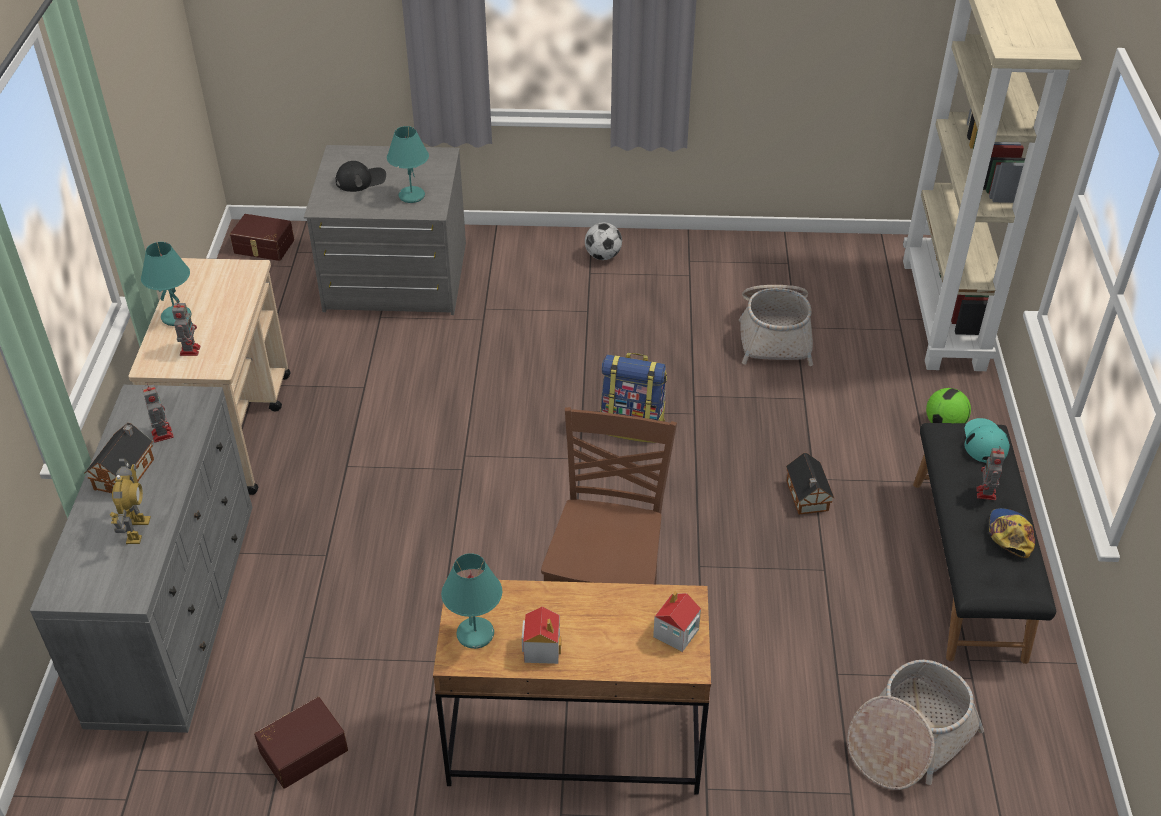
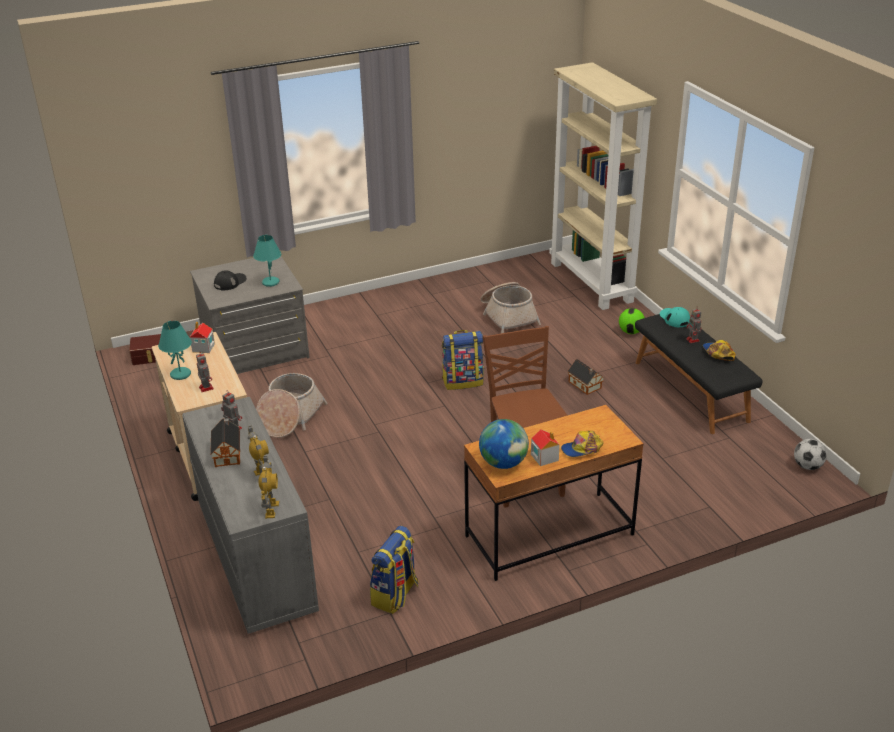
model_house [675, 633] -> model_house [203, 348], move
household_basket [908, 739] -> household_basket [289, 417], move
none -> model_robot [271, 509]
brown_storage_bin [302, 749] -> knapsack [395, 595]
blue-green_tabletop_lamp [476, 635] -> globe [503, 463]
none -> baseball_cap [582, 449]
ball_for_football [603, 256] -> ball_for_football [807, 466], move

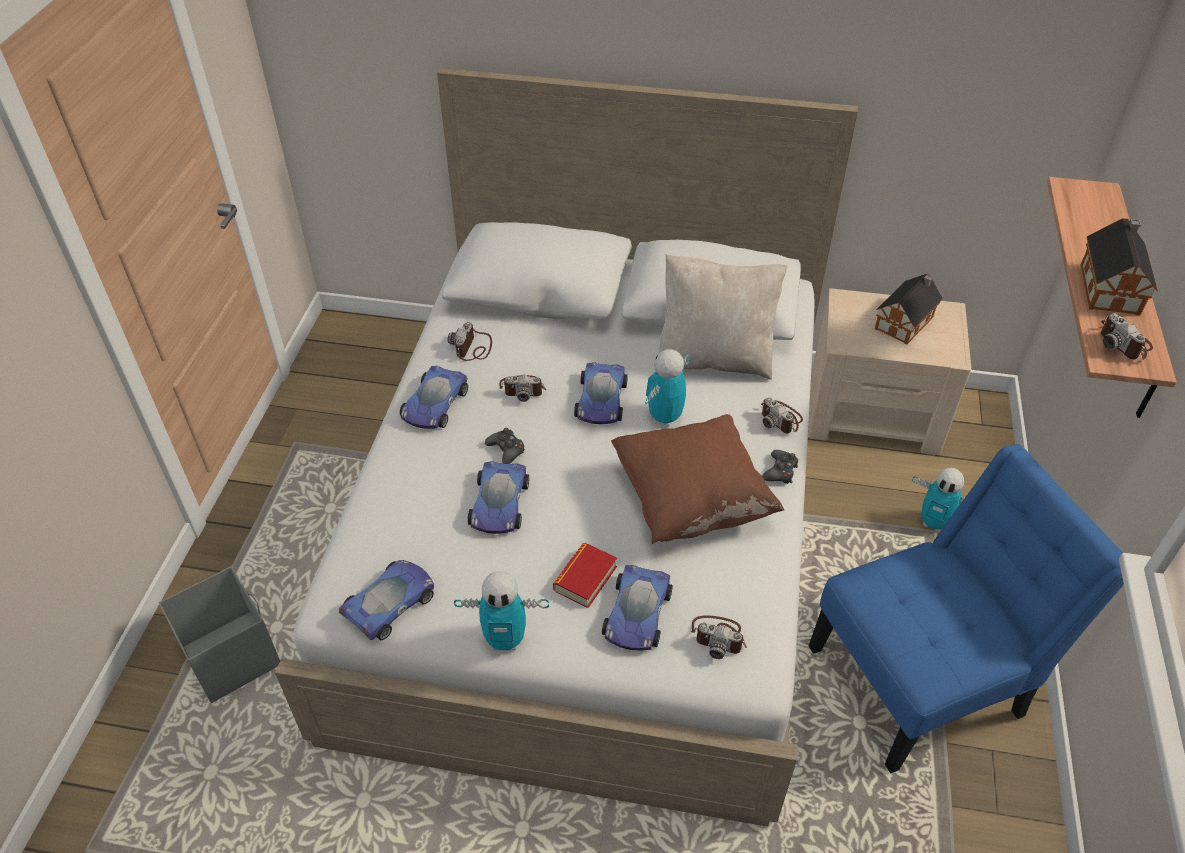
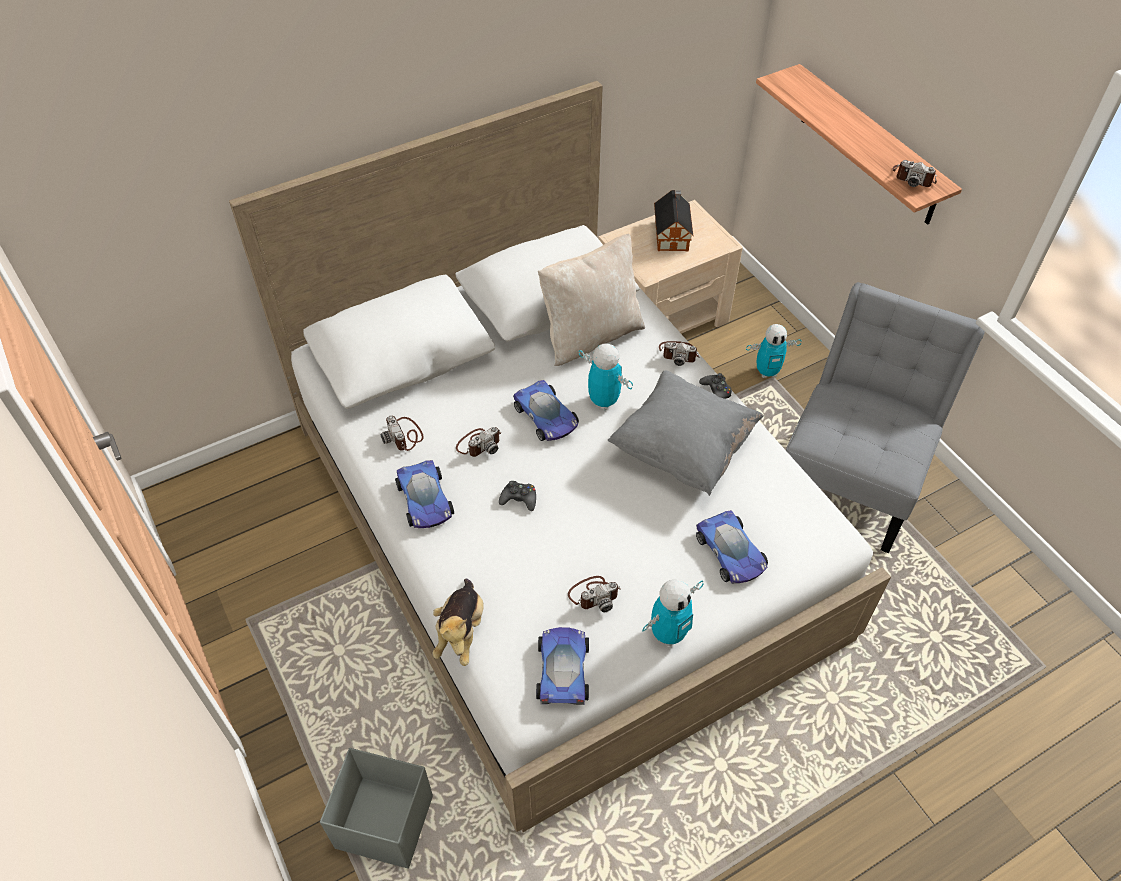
none -> cuddly_toy [461, 632]
photo_camera [719, 636] -> photo_camera [594, 594], move
model_robot [664, 417] -> model_robot [603, 401], 135 degrees clockwise
brown_cushion [691, 500] -> gray_cushion [682, 450]
bluish_upright_chair [925, 676] -> gray_upright_chair [851, 478]
toy_car [499, 504] -> none
book [585, 578] -> none
model_house [1110, 287] -> none

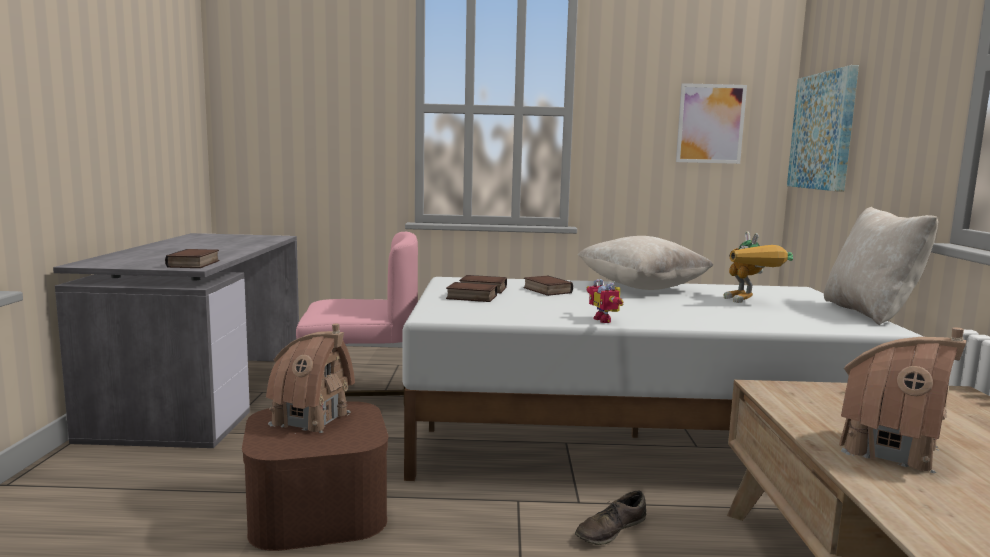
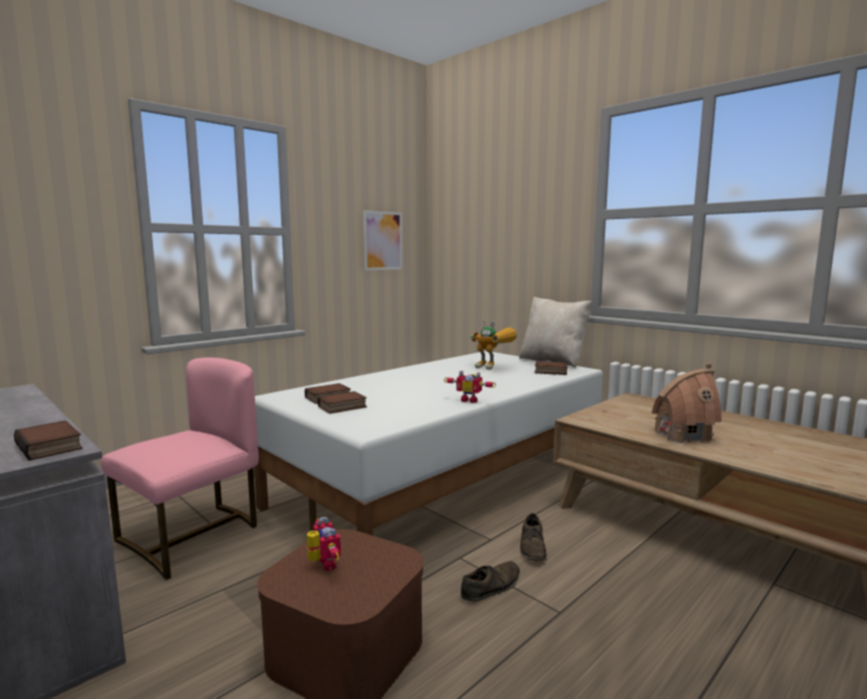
model_house [311, 419] -> model_robot [323, 565]
none -> brown_shoe [491, 587]
book [546, 290] -> book [550, 372], move
beige_cushion [641, 288] -> none
wall_art [823, 131] -> none

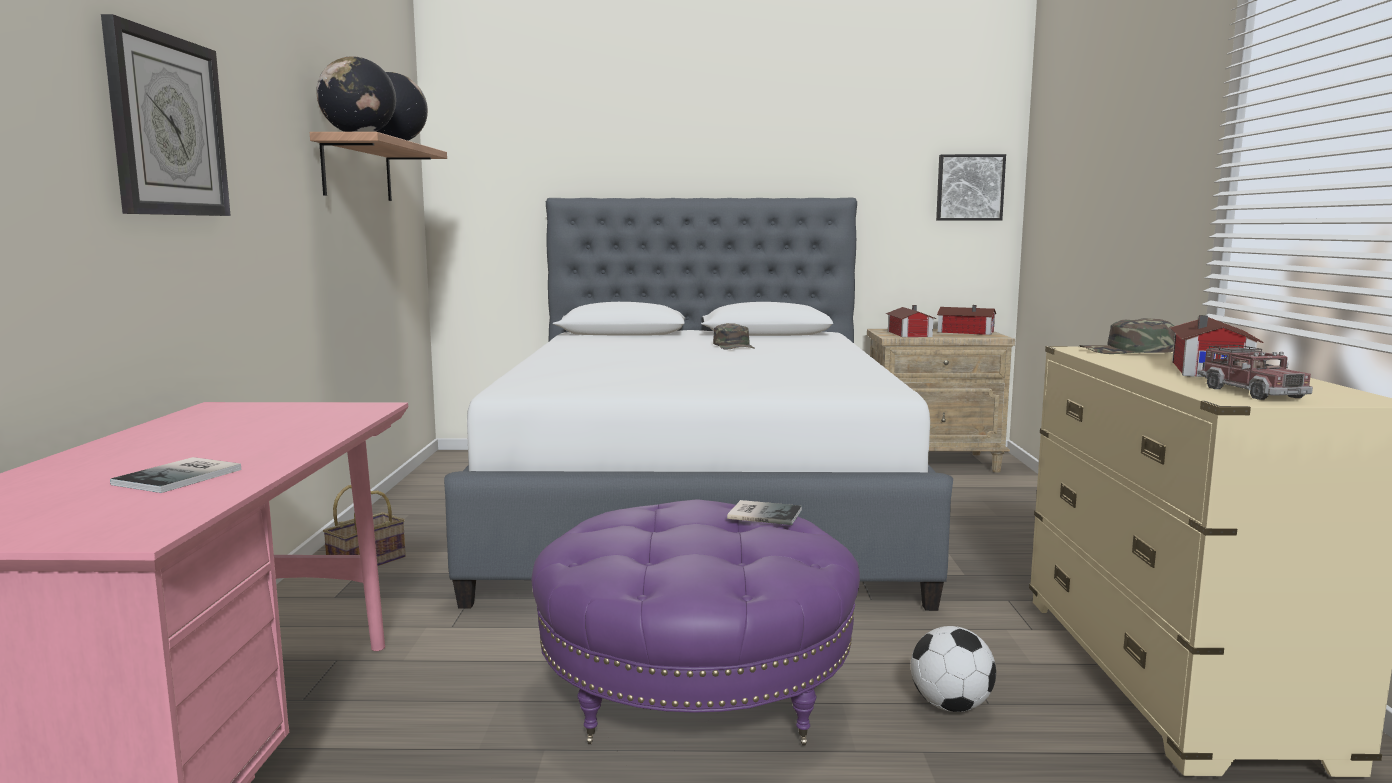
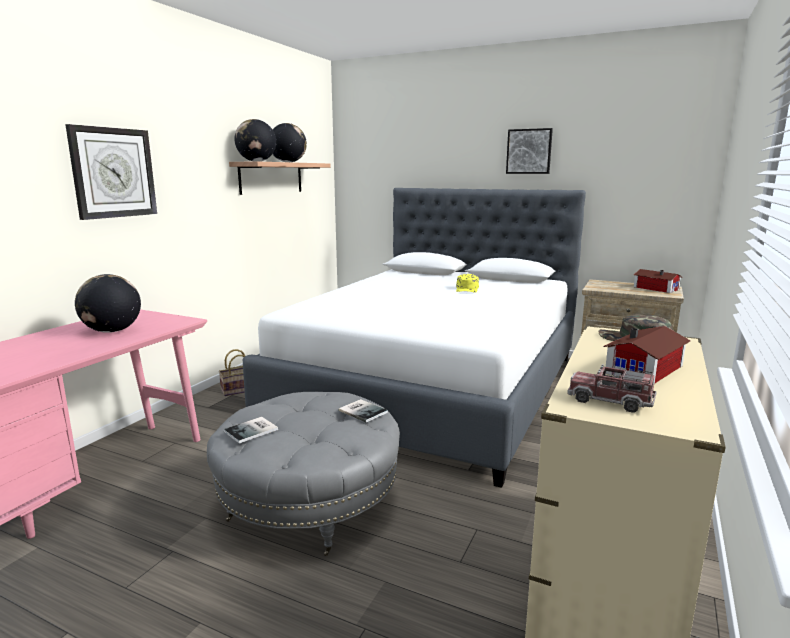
none -> globe [112, 331]
purplish_footrest [696, 689] -> gray_footrest [309, 504]
book [182, 476] -> book [253, 430], move
greenish_baseball_cap [734, 346] -> yellow_baseball_cap [467, 289]
wall_art [969, 187] -> wall_art [529, 151], move
model_truck [1251, 392] -> model_truck [610, 401], 105 degrees clockwise
model_house [908, 334] -> none
ball_for_football [950, 706] -> none

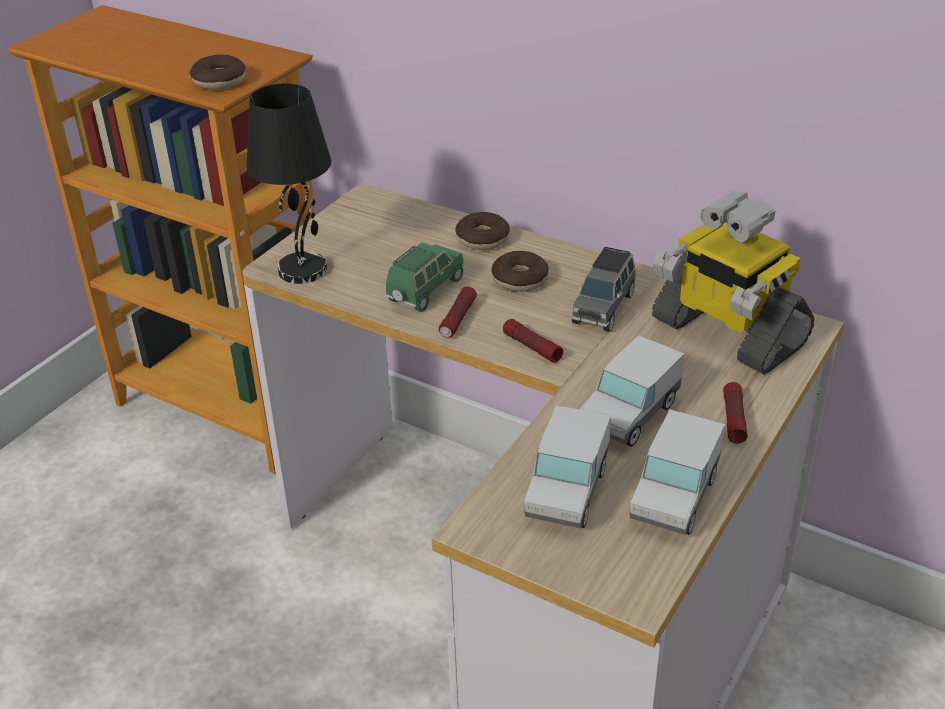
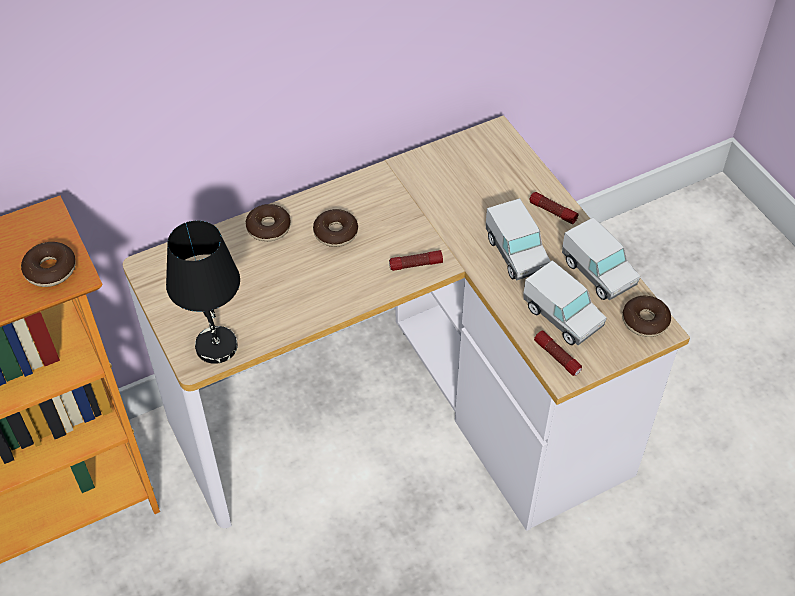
torch [458, 319] -> torch [557, 357], move
none -> donut [645, 321]
greenish_toy_car [425, 291] -> none
gray_toy_car [603, 308] -> none
model_robot [726, 333] -> none

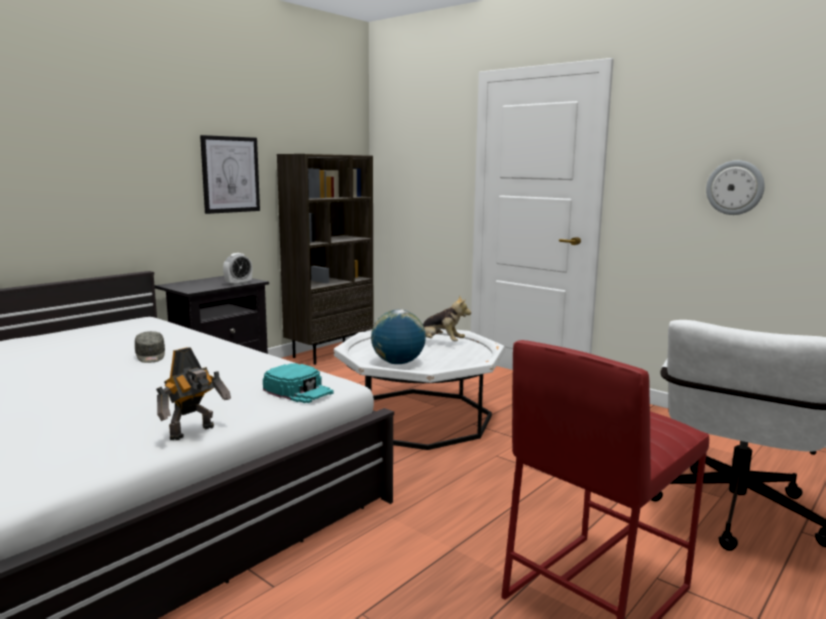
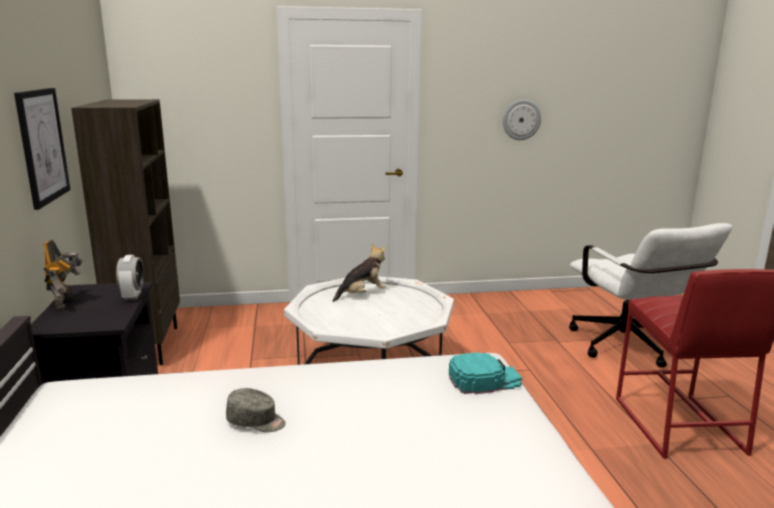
model_robot [194, 432] -> model_robot [67, 302], move
globe [398, 363] -> none

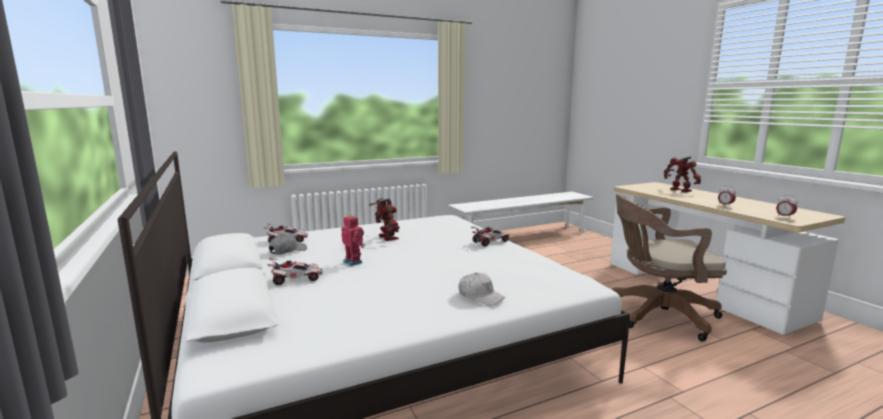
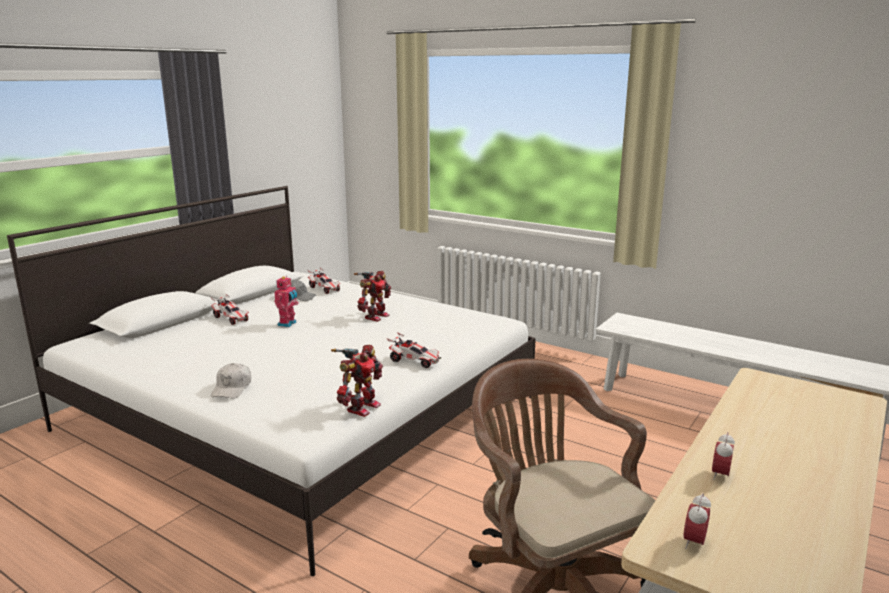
model_robot [680, 190] -> model_robot [361, 407], move

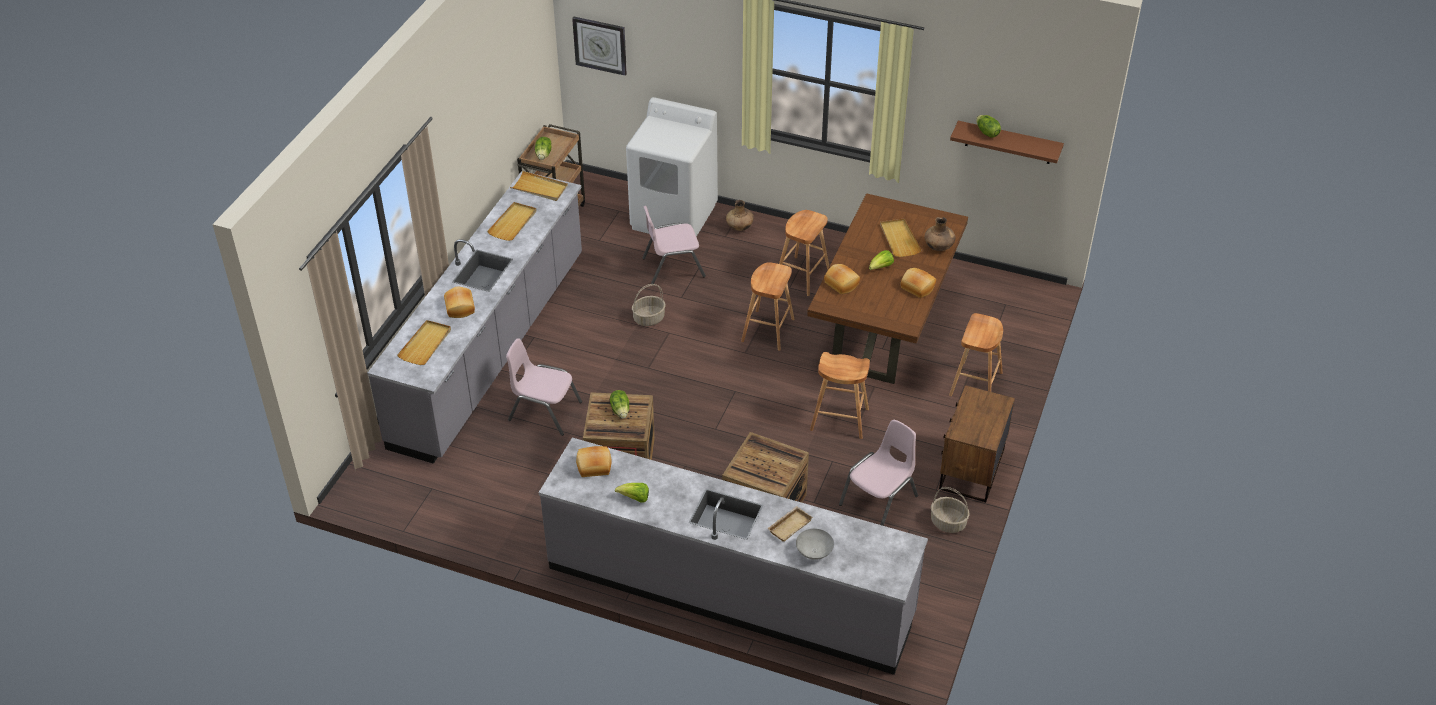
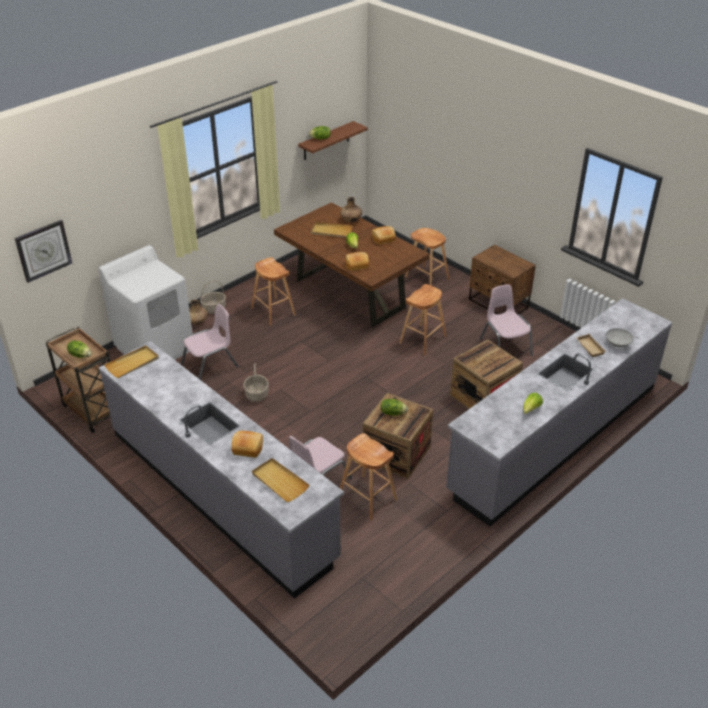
pinkish_upright_chair [673, 267] -> pinkish_upright_chair [210, 366], 135 degrees counterclockwise
household_basket [948, 522] -> household_basket [214, 308], move
brown_stool_seat [768, 330] -> brown_stool_seat [367, 497], move
beige_carrying_tray [513, 223] -> none
baked_bread [594, 467] -> none

